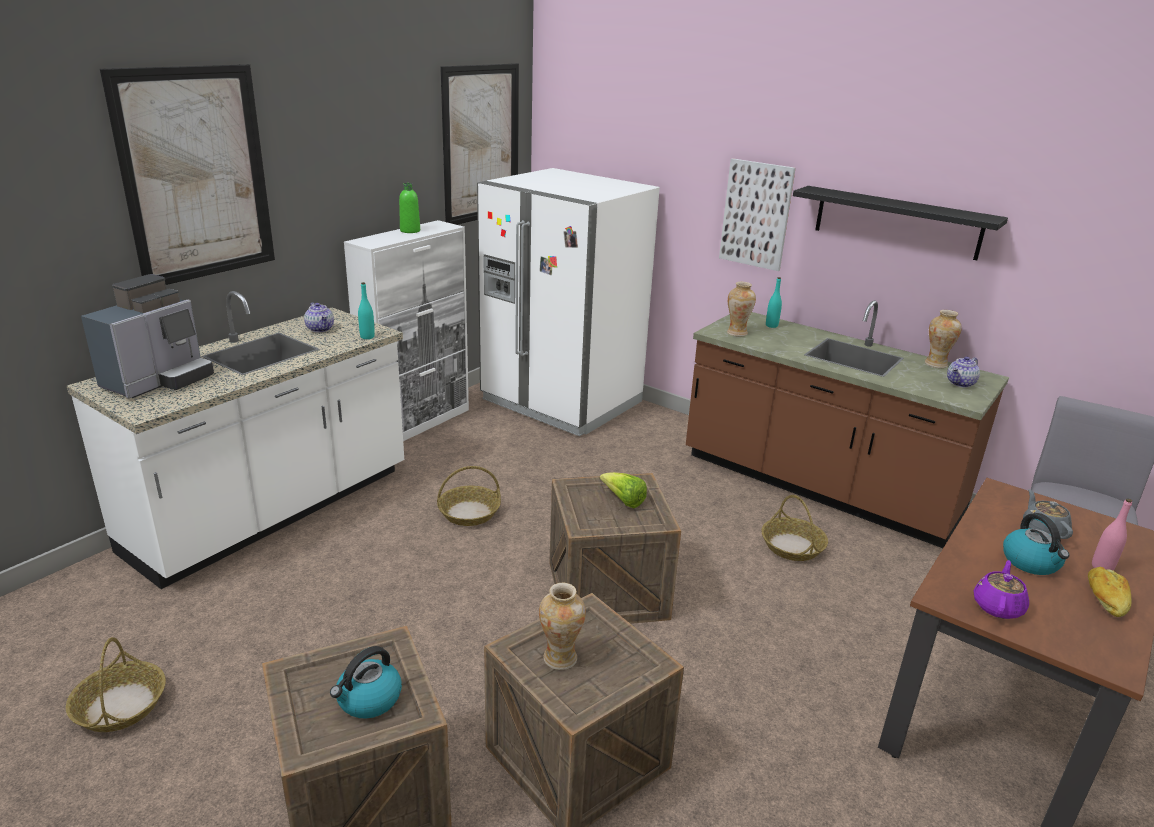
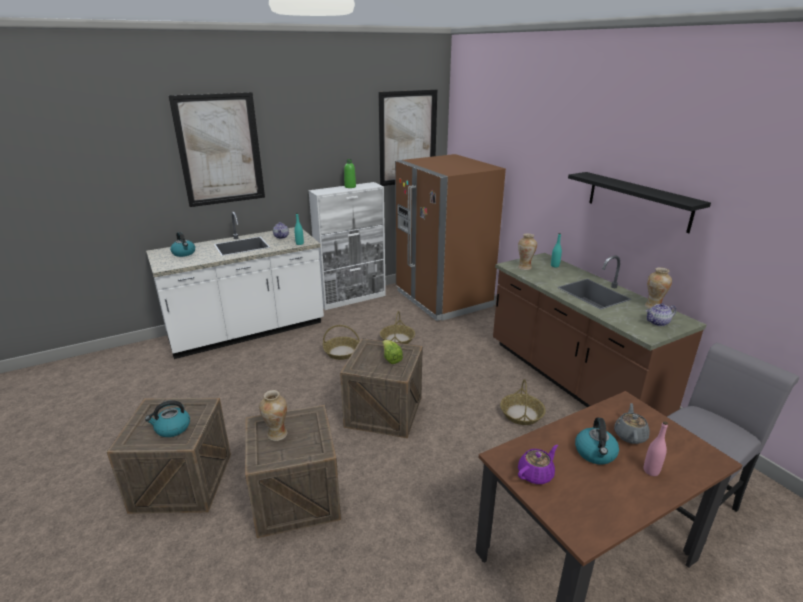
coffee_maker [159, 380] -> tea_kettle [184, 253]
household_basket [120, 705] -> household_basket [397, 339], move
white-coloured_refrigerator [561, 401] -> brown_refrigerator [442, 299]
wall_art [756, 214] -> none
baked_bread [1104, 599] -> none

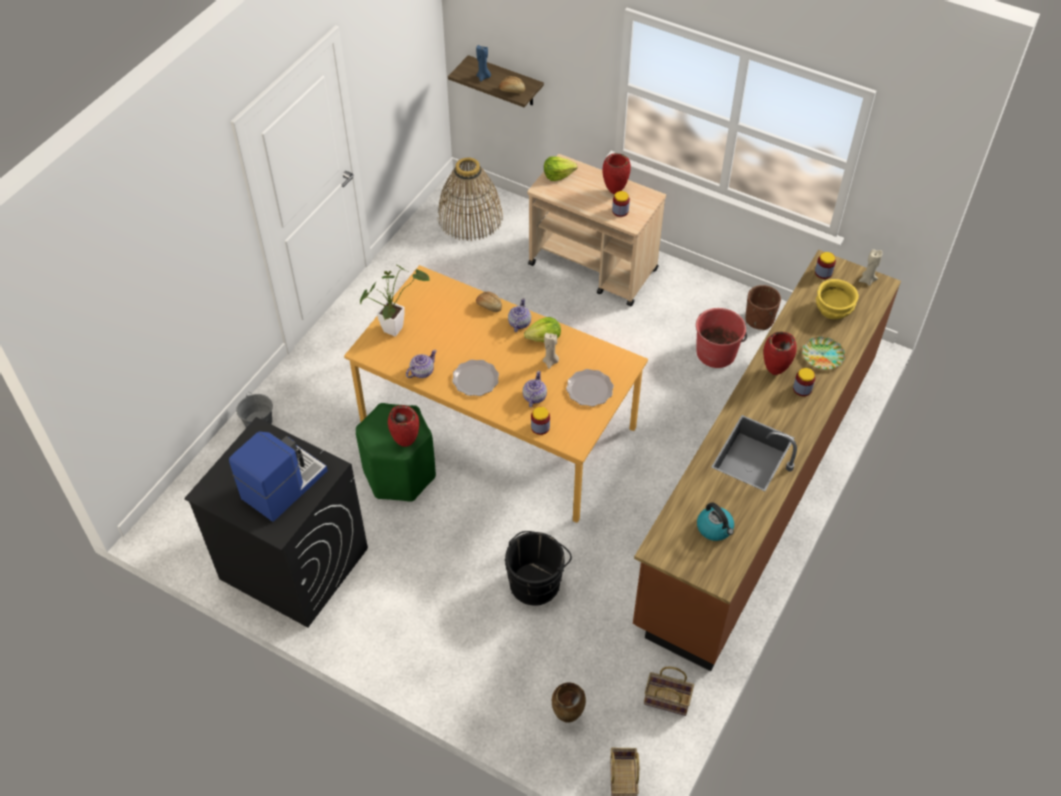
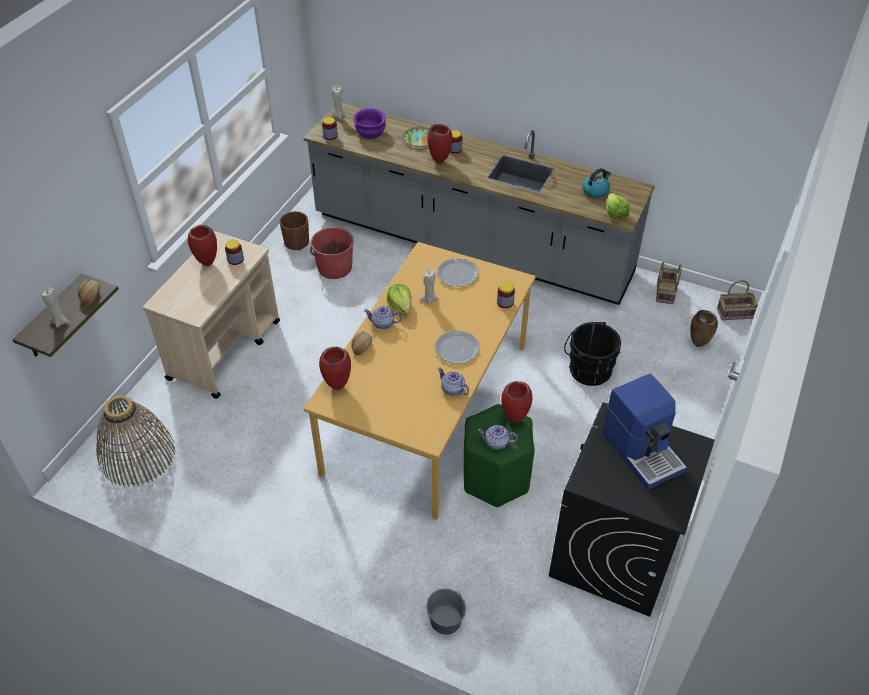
bluish_wax_candle [483, 77] -> beige_wax_candle [60, 322]
brown_kitchen_counter [758, 487] -> gray_kitchen_counter [471, 246]
none -> red-coloured_vase [337, 386]
yellow_deep_dish [834, 309] -> purplish_deep_dish [370, 132]
tea_pot [534, 397] -> tea_pot [497, 443], move
coffee_maker [283, 484] -> coffee_maker [643, 451], 150 degrees counterclockwise
head_of_lettuce [558, 174] -> head_of_lettuce [615, 214], move
houseplant [395, 326] -> none

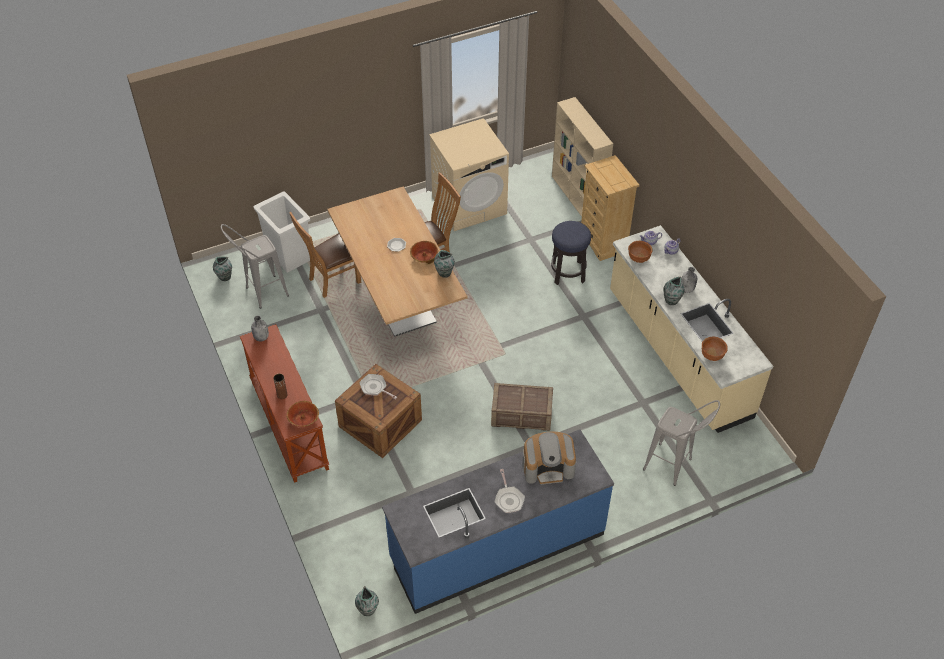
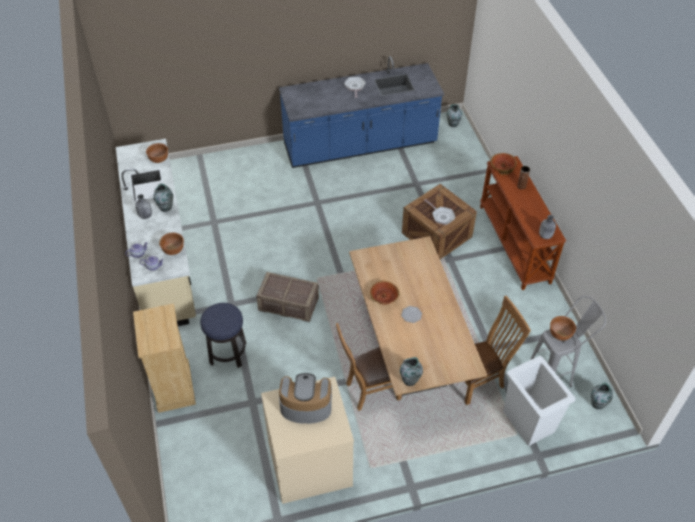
shipping_crate [521, 415] -> shipping_crate [289, 304], move
coffee_maker [548, 467] -> coffee_maker [305, 406], move
vase [444, 273] -> vase [410, 380], move
none -> brown_deep_dish [560, 334]
beige_bookcase [578, 197] -> none
gray_stool_seat [674, 468] -> none

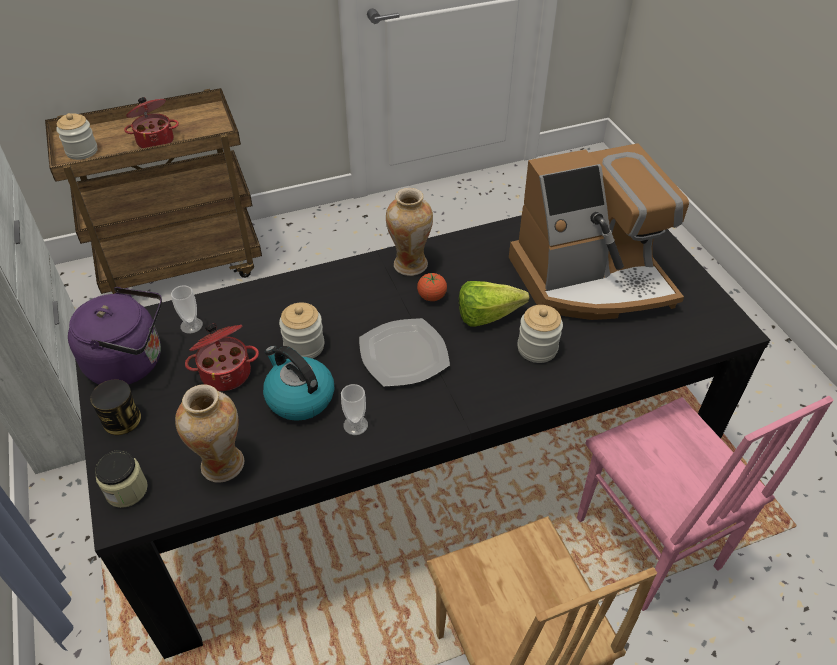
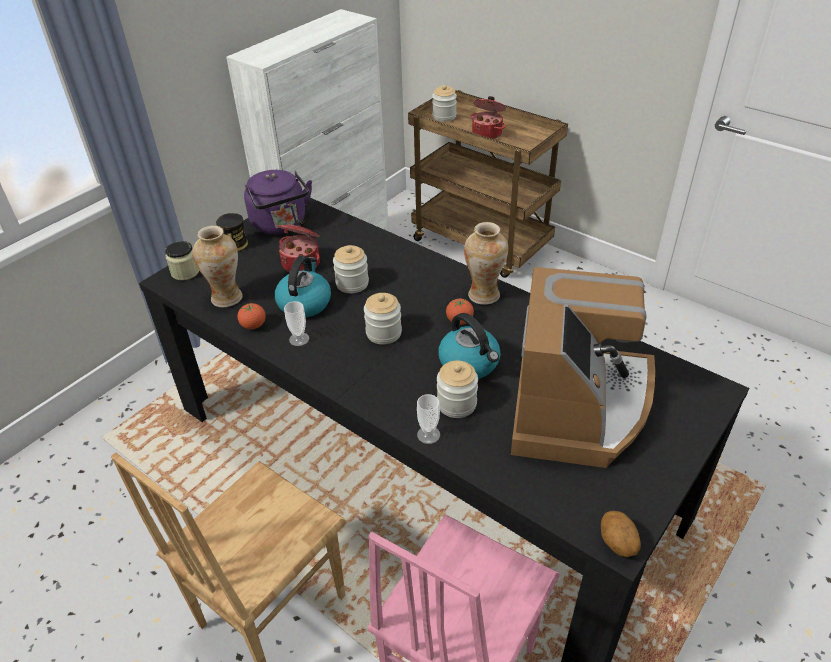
none -> fresh_tomato [253, 325]
plate [403, 355] -> storage_jar [383, 333]
drinking_cup [191, 325] -> drinking_cup [428, 434], move
head_of_lettuce [493, 316] -> tea_kettle [470, 363]
coffee_maker [591, 280] -> coffee_maker [578, 407], 120 degrees counterclockwise
none -> potato [616, 543]

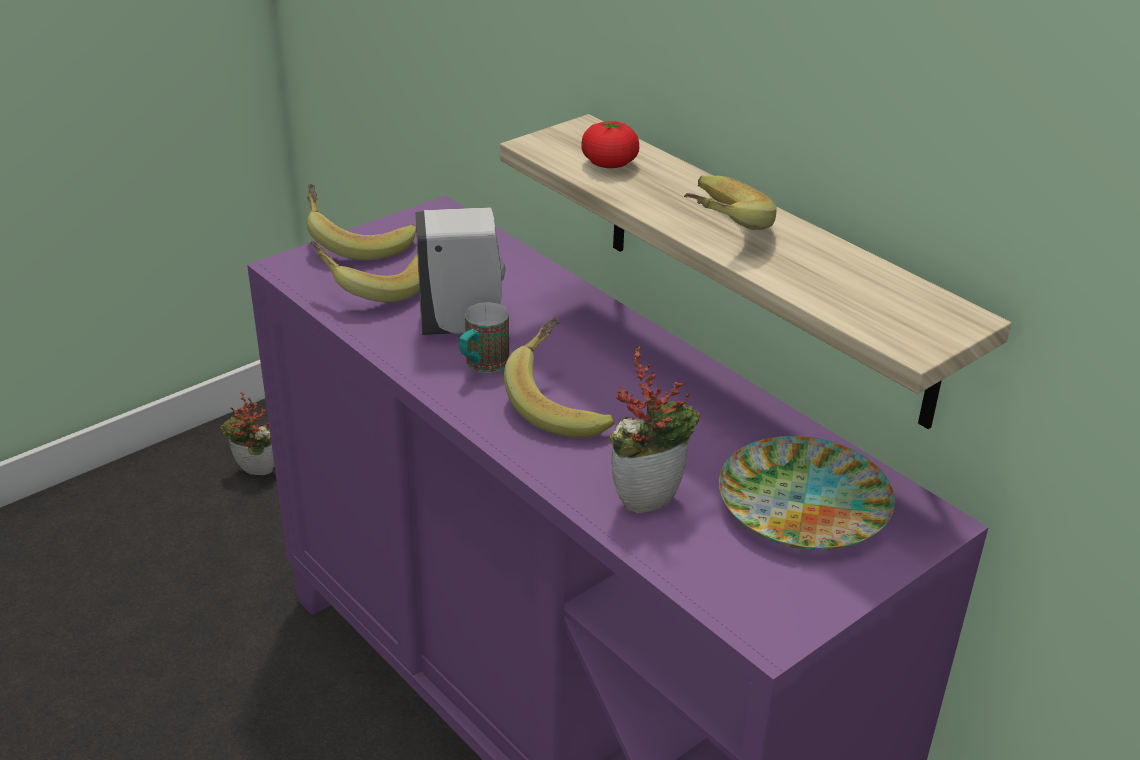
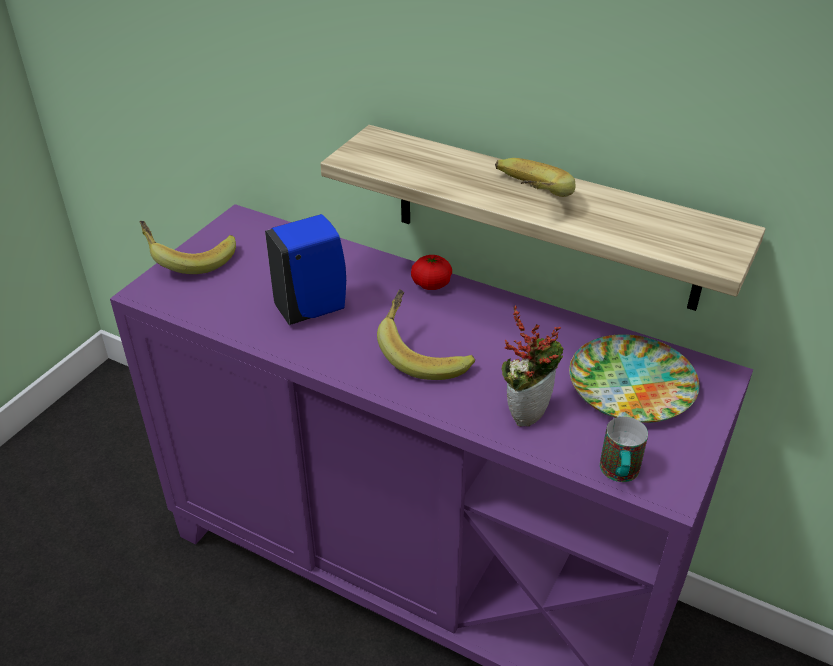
white-coloured_soap_dispenser [464, 326] -> bluish_soap_dispenser [313, 309]
fresh_tomato [609, 164] -> fresh_tomato [431, 284], move
mug [481, 366] -> mug [619, 474], move
houseplant [254, 473] -> none
banana [373, 288] -> none

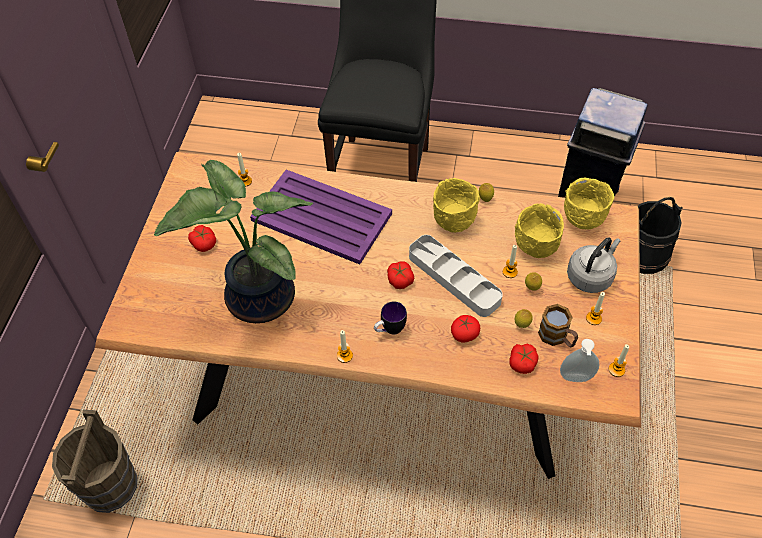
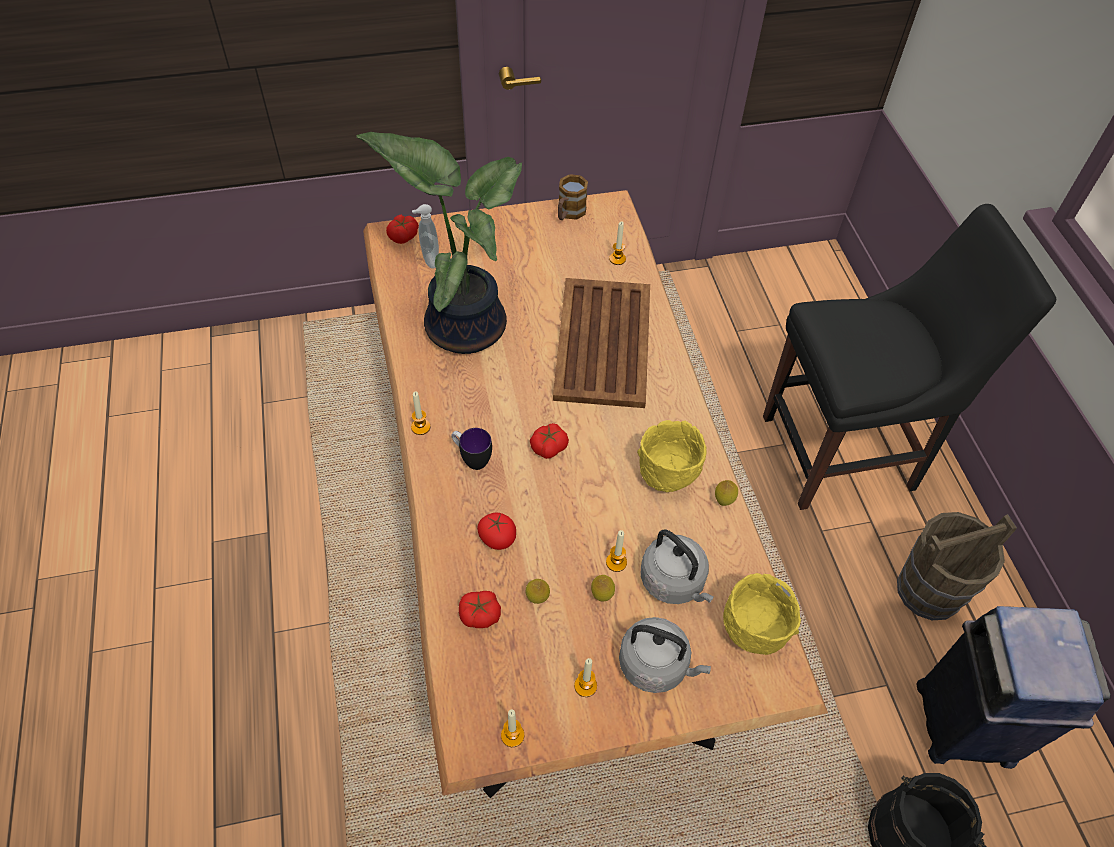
fresh_tomato [204, 243] -> fresh_tomato [403, 236], move
soap_dispenser [576, 379] -> soap_dispenser [429, 260], move
purplish_carrying_tray [322, 218] -> brown_carrying_tray [602, 344]
mug [557, 337] -> mug [569, 213], move
yellow_deep_dish [535, 246] -> gray_tea_kettle [674, 582]
brown_bucket [110, 485] -> brown_bucket [930, 590], move
gray_carrying_tray [454, 278] -> none

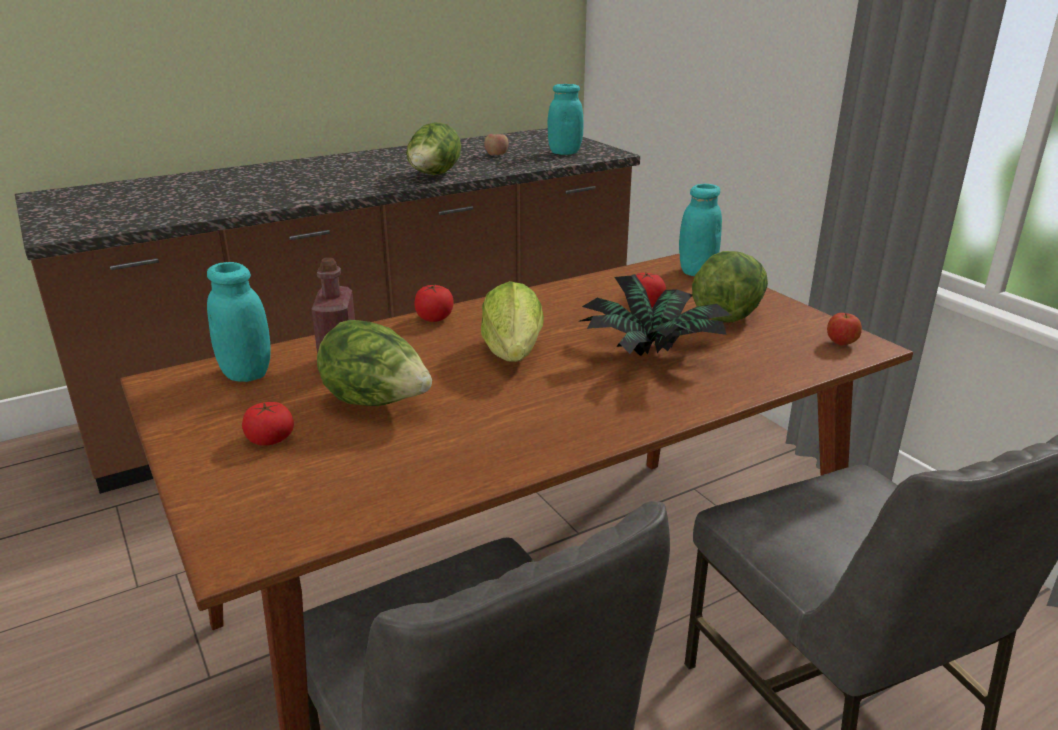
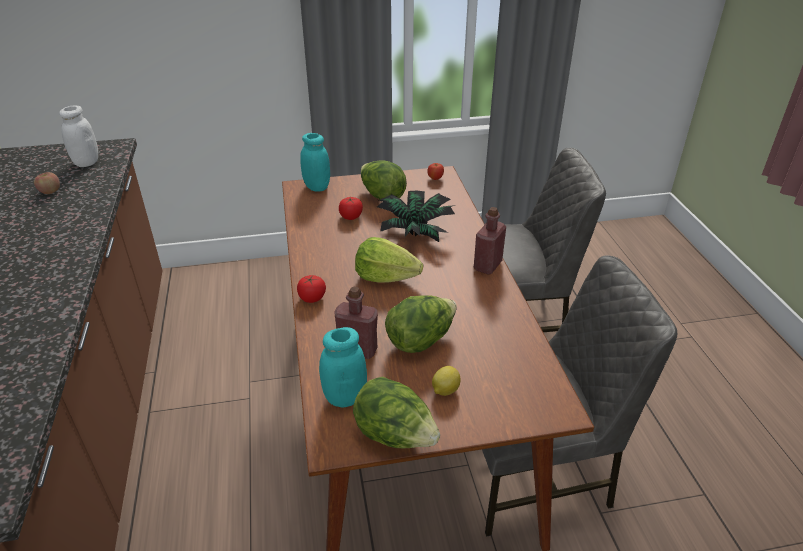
blue-green_storage_jar [564, 152] -> white-coloured_storage_jar [86, 162]
head_of_lettuce [433, 176] -> head_of_lettuce [395, 435], move
fresh_tomato [270, 439] -> citrus_fruit [445, 390]
none -> red-coloured_bottle [487, 265]

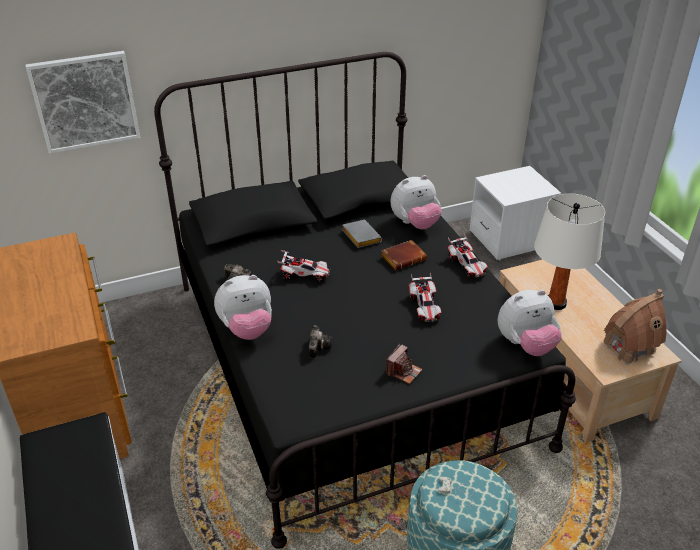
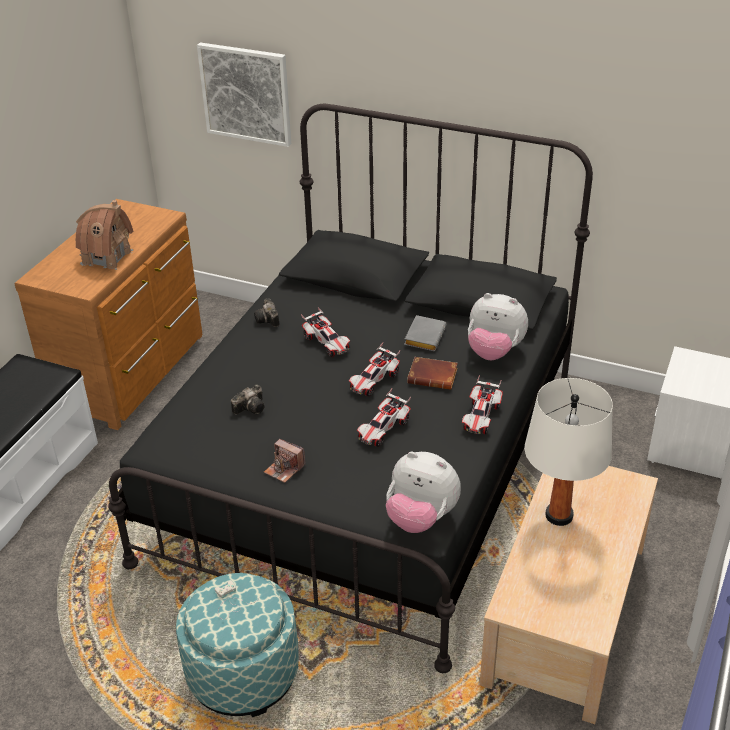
model_house [628, 347] -> model_house [107, 257], move
photo_camera [403, 371] -> photo_camera [284, 469], 45 degrees clockwise
none -> toy_car [374, 381]
cuddly_toy [247, 329] -> none

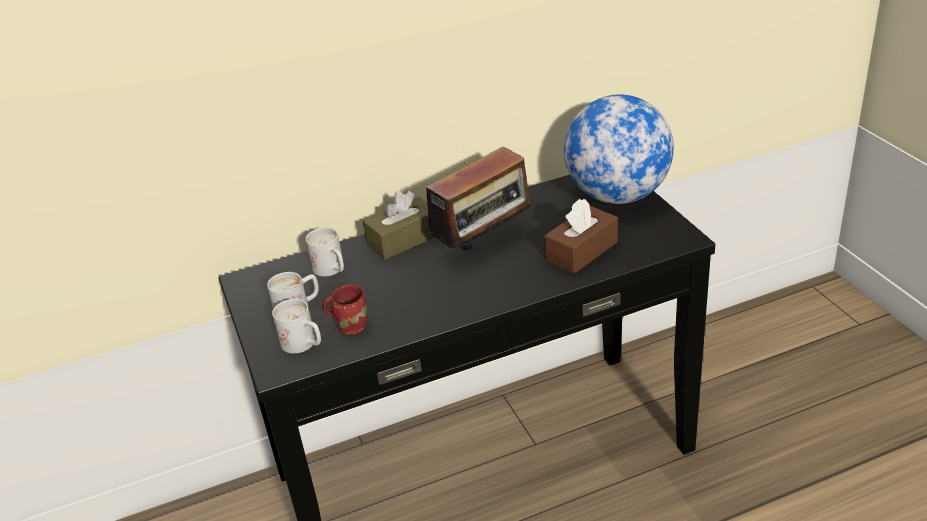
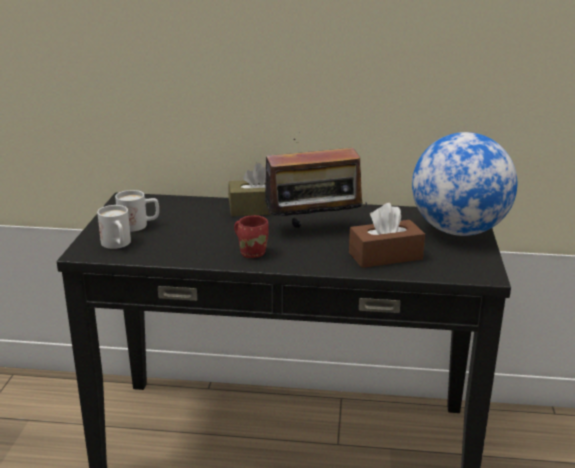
red-coloured_mug [351, 326] -> red-coloured_mug [252, 252], move
white-coloured_mug [332, 270] -> none

